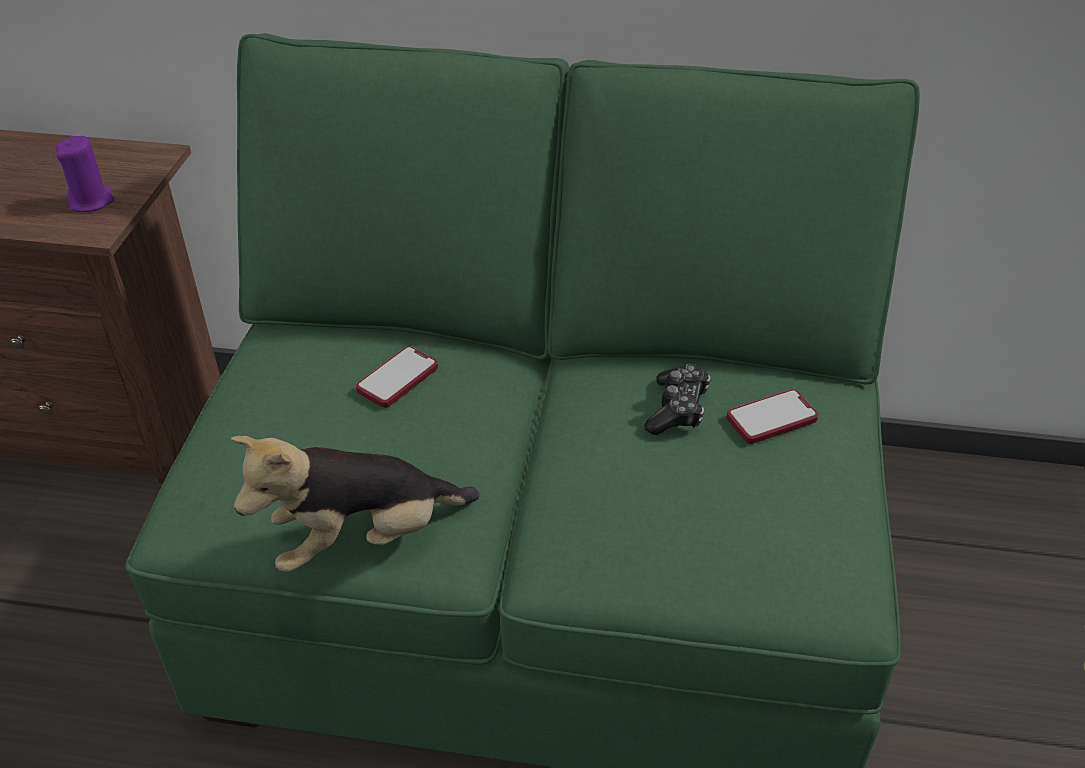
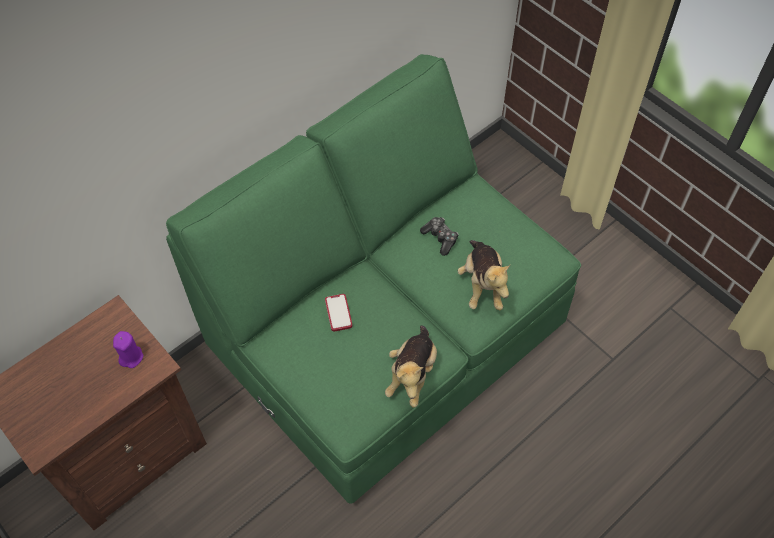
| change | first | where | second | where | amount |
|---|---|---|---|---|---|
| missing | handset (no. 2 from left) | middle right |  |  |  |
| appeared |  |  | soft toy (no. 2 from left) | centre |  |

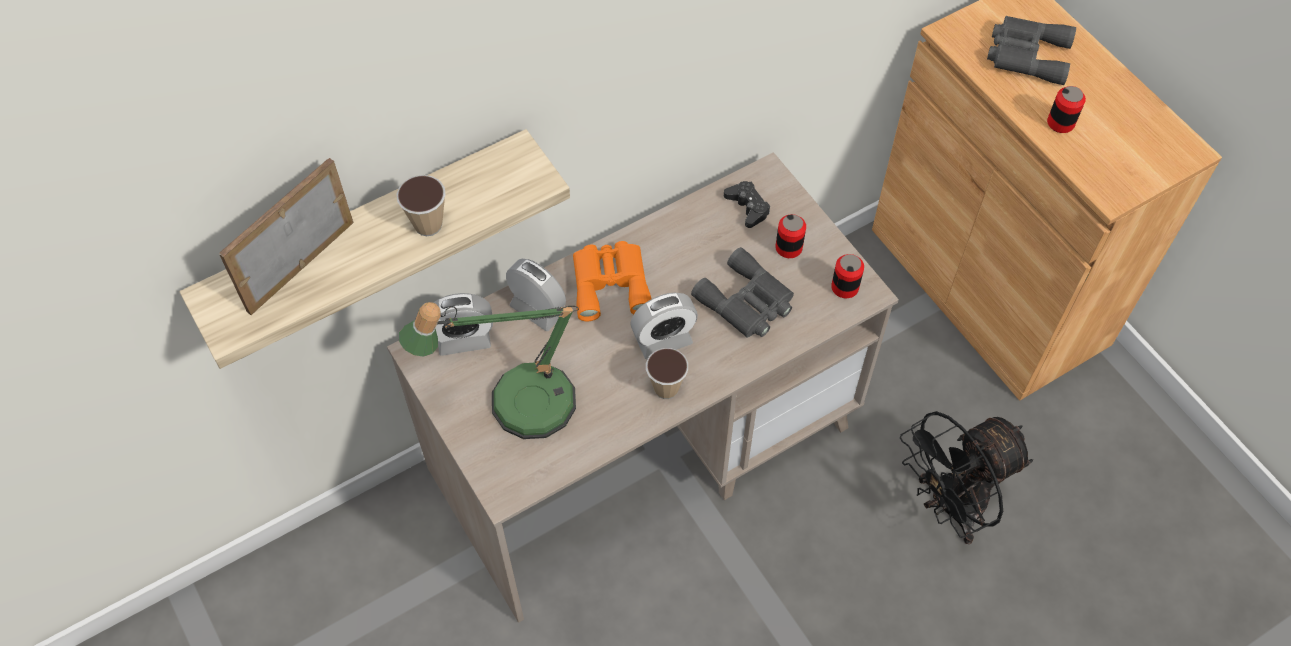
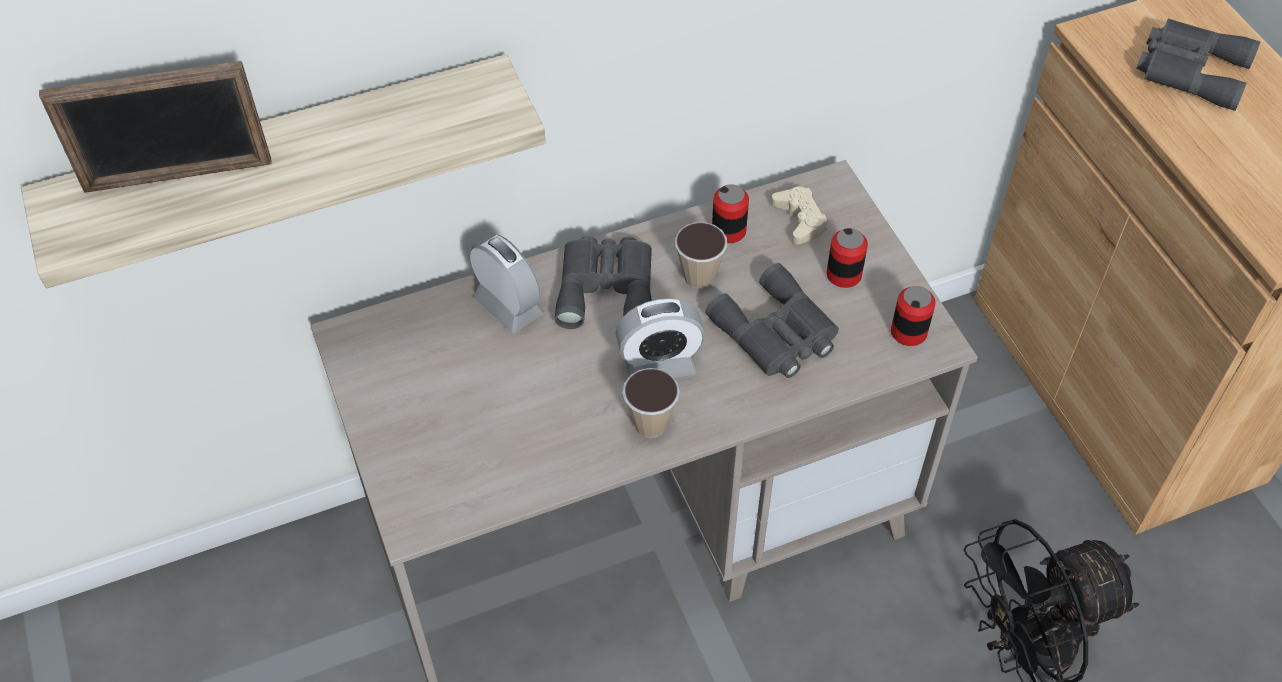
| change | first | where | second | where | amount |
|---|---|---|---|---|---|
| relocated | metal can (no. 3 from left in the first image) | top right | metal can (no. 1 from left) | top centre |  |
| spun | standing frame | middle left |  | top left | 150 degrees counterclockwise |
| relocated | cup (no. 1 from left in the first image) | top left | cup (no. 2 from left) | centre |  |
| colour | black-coloured game controller | top centre | sand-coloured game controller | top centre |  |
| colour | orange pair of binoculars | centre | gray pair of binoculars (no. 1 from left) | centre |  |
| missing | table clock (no. 1 from left) | centre |  |  |  |
| missing | tabletop lamp | centre |  |  |  |

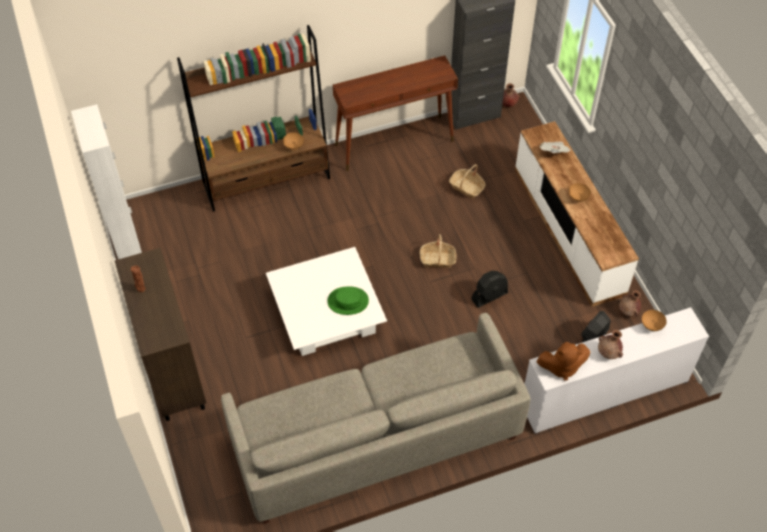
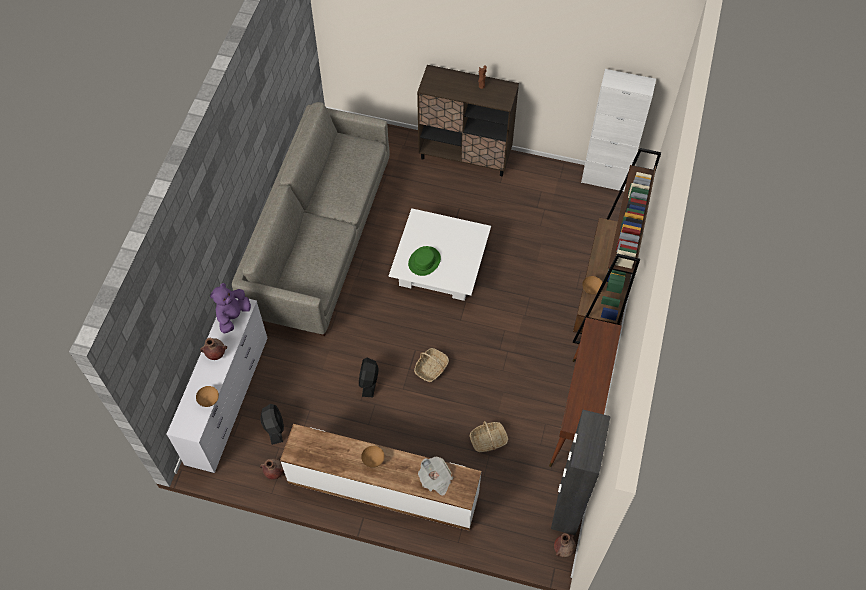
| change | first | where | second | where | amount |
|---|---|---|---|---|---|
| colour | brown-coloured soft toy | bottom right | purplish soft toy | middle left |  |

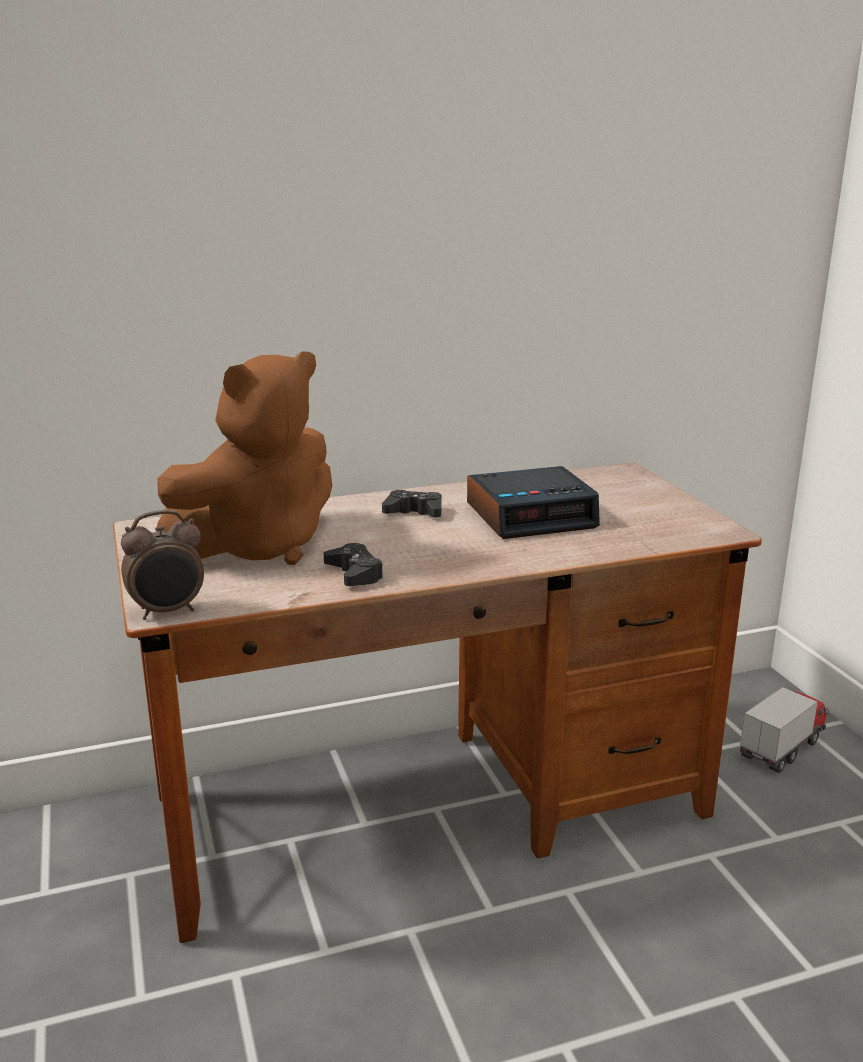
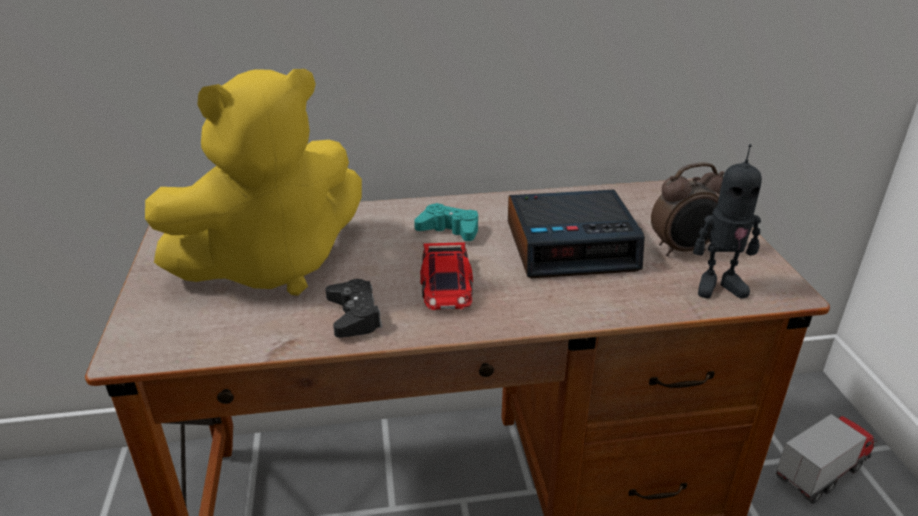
| change | first | where | second | where | amount |
|---|---|---|---|---|---|
| colour | brown-coloured soft toy | middle left | yellow soft toy | middle left |  |
| colour | black-coloured game controller (no. 2 from left) | centre | turquoise game controller | centre |  |
| relocated | table clock (no. 1 from left in the first image) | middle left | table clock (no. 2 from left) | middle right |  |
| appeared |  |  | model robot | middle right |  |
| appeared |  |  | miniature car | centre |  |

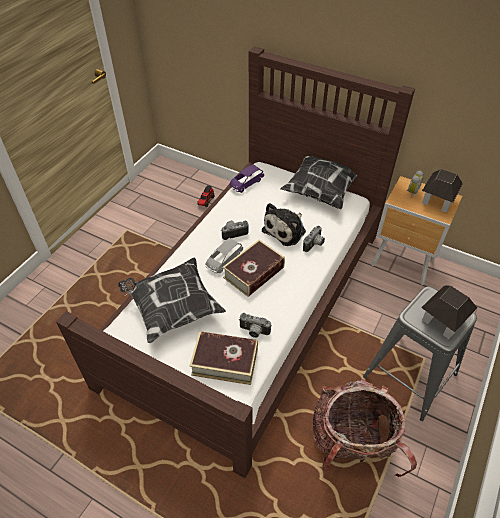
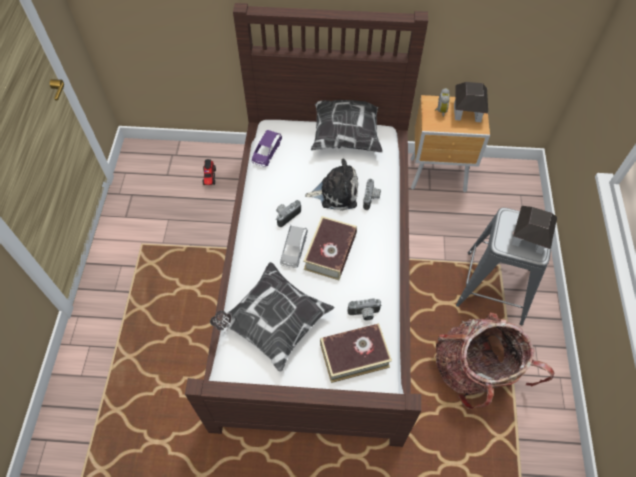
| change | first | where | second | where | amount |
|---|---|---|---|---|---|
| spun | soft toy | centre |  | centre | 105 degrees counterclockwise |

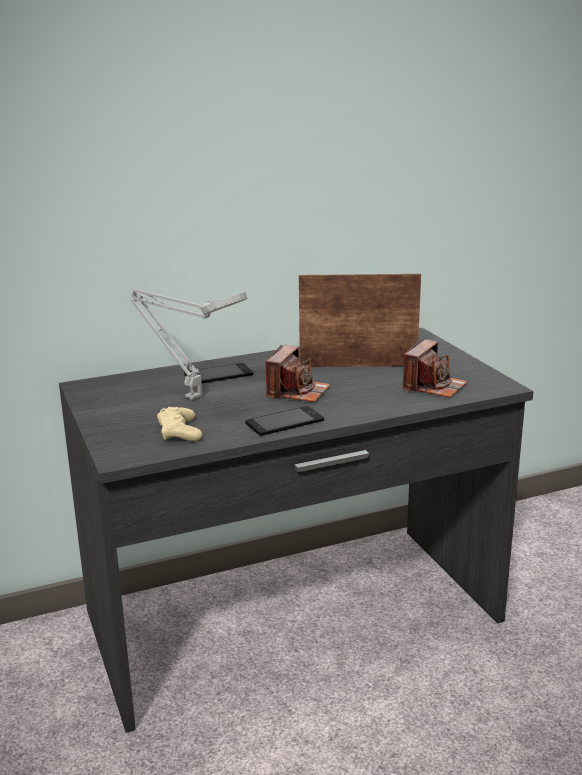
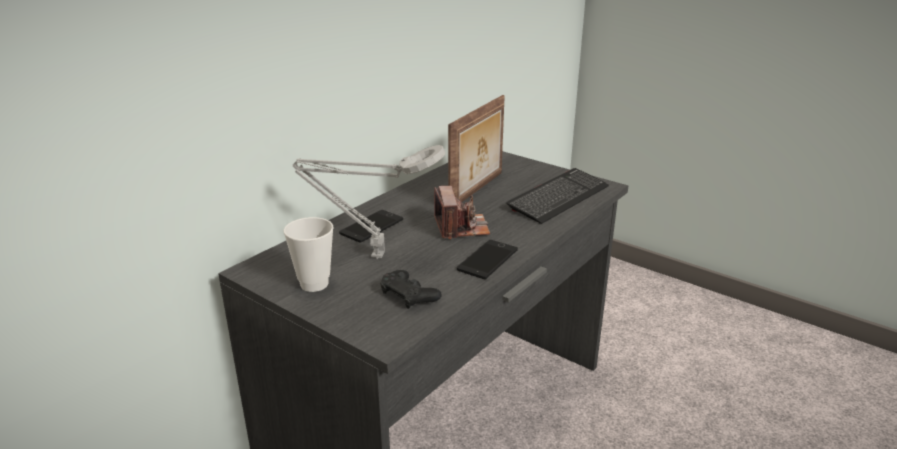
| change | first | where | second | where | amount |
|---|---|---|---|---|---|
| spun | standing frame | centre |  | top centre | 150 degrees clockwise |
| exchanged | still camera (no. 2 from left) | middle right | keyboard | centre |  |
| colour | sand-coloured game controller | middle left | black-coloured game controller | centre |  |
| appeared |  |  | cup | centre |  |

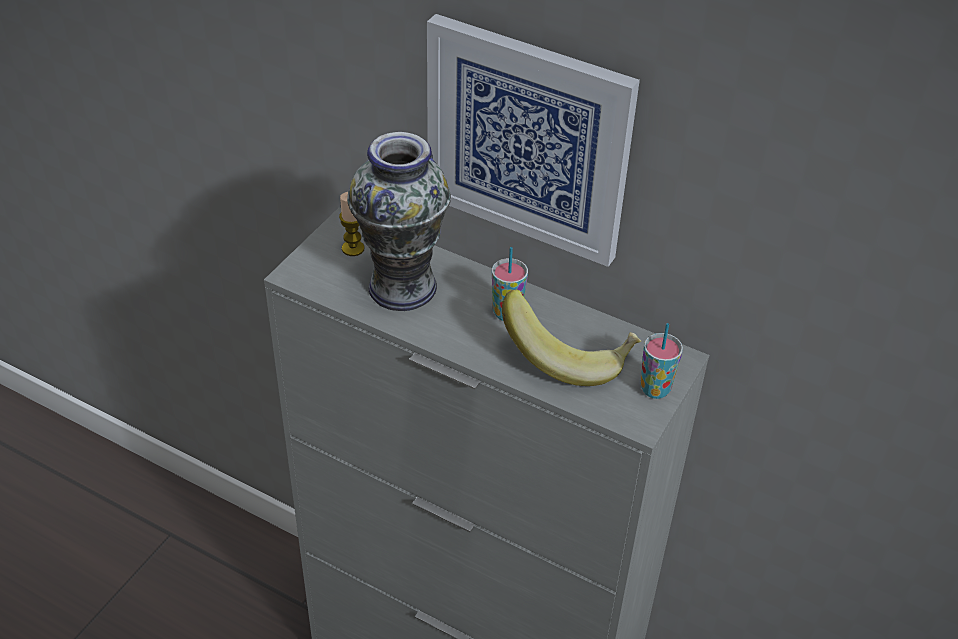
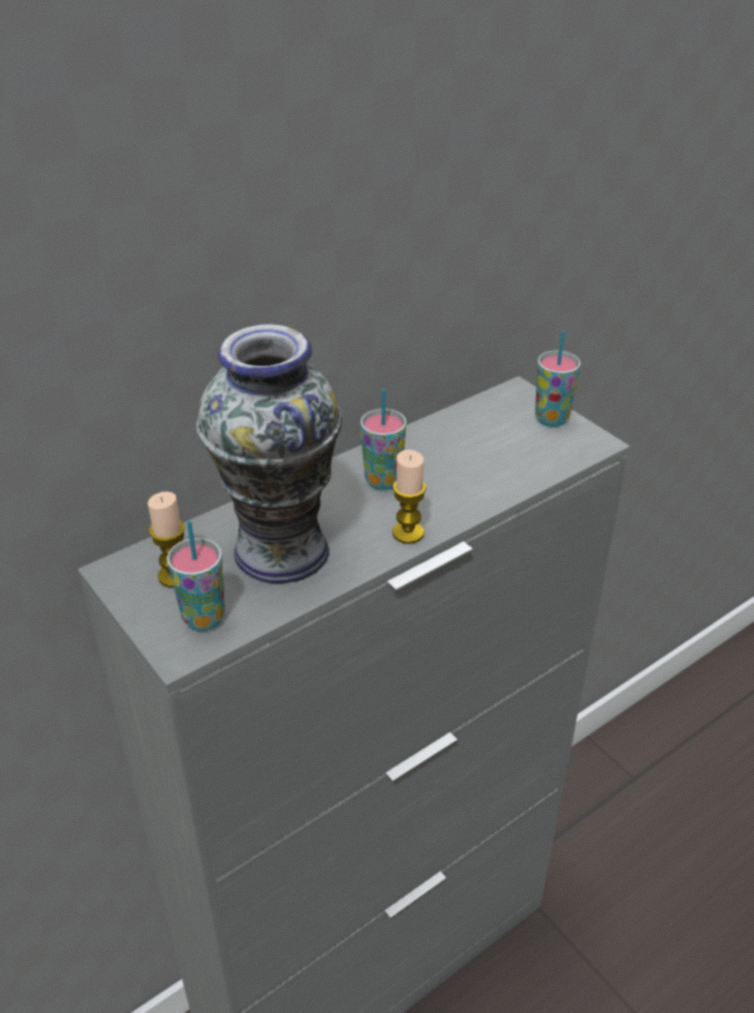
| change | first | where | second | where | amount |
|---|---|---|---|---|---|
| missing | wall picture | top centre |  |  |  |
| missing | whole banana | centre |  |  |  |
| appeared |  |  | wax light (no. 2 from left) | centre |  |
| appeared |  |  | cup (no. 1 from left) | middle left |  |

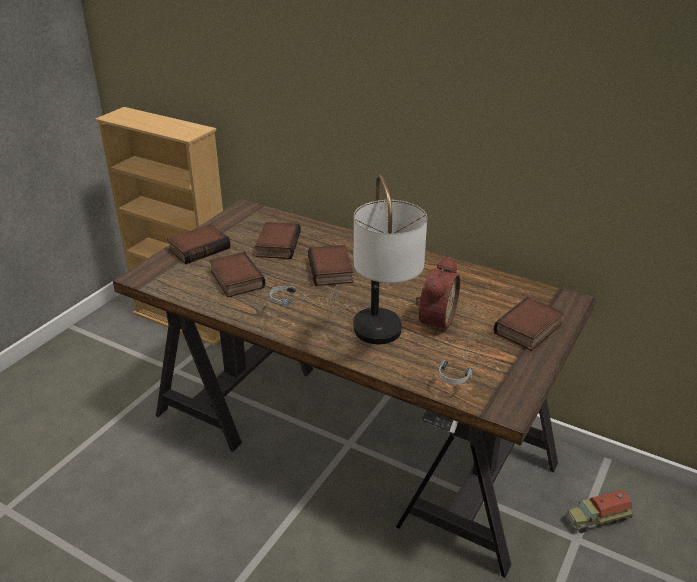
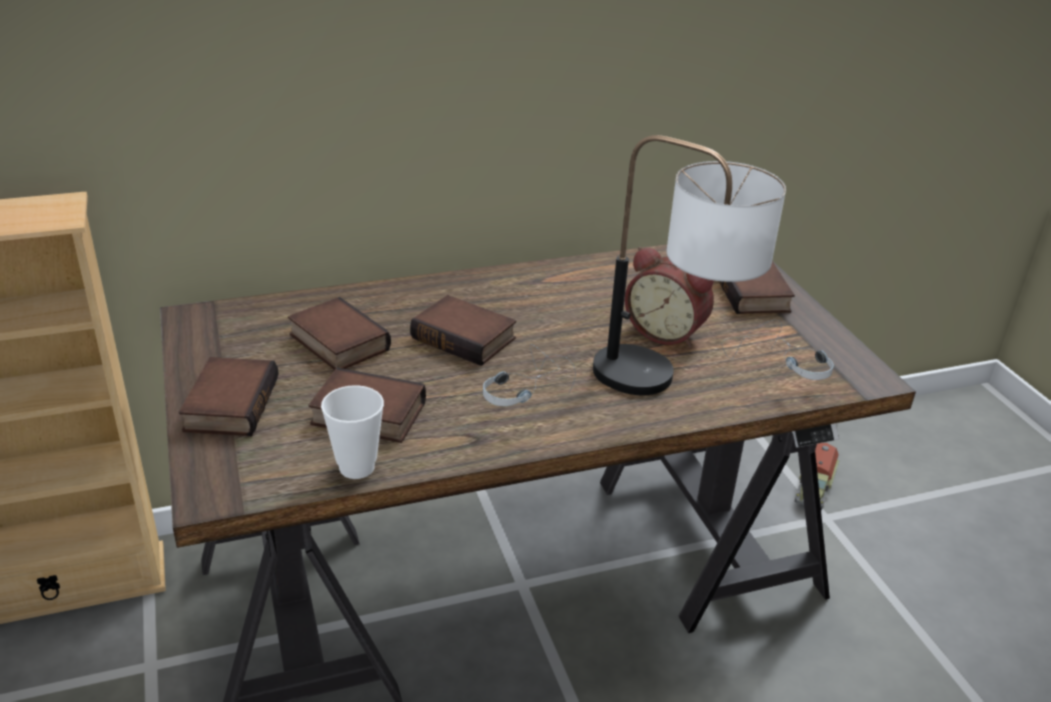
| change | first | where | second | where | amount |
|---|---|---|---|---|---|
| spun | table clock | centre |  | centre | 150 degrees clockwise |
| appeared |  |  | cup | centre |  |

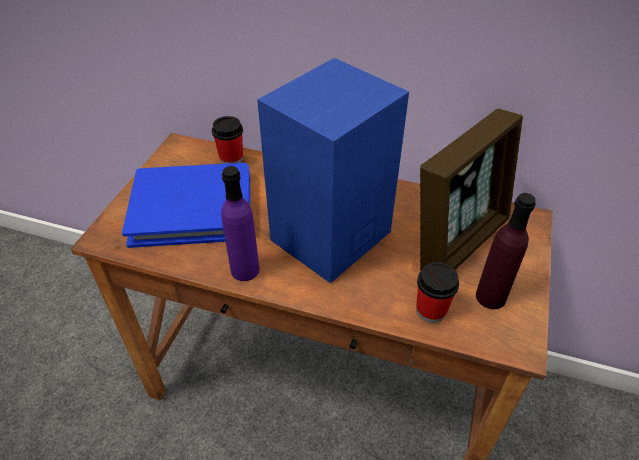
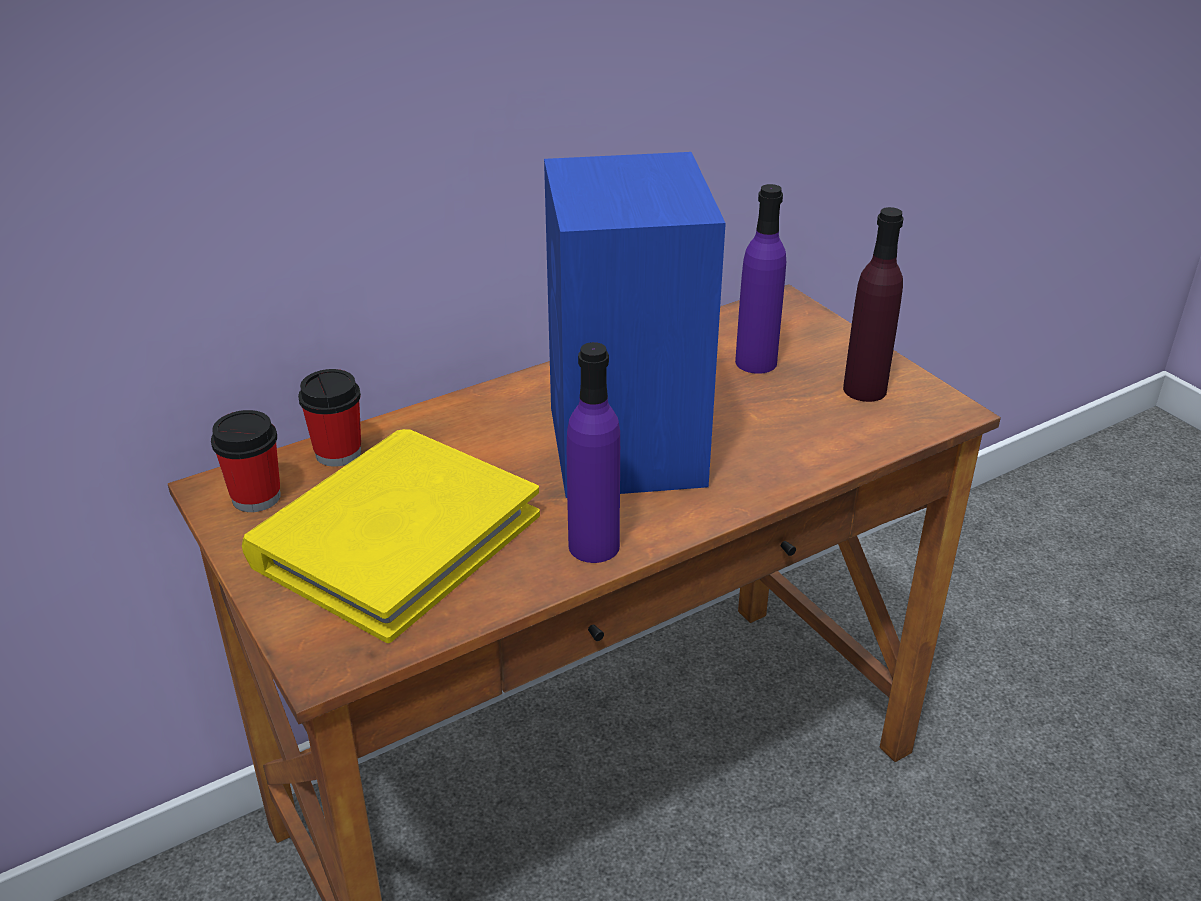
| change | first | where | second | where | amount |
|---|---|---|---|---|---|
| exchanged | standing frame | middle right | purplish drink bottle (no. 2 from left) | top centre |  |
| colour | blue-coloured bound book | middle left | yellow bound book | middle left |  |
| relocated | cup (no. 2 from left in the first image) | middle right | cup (no. 1 from left) | middle left |  |

